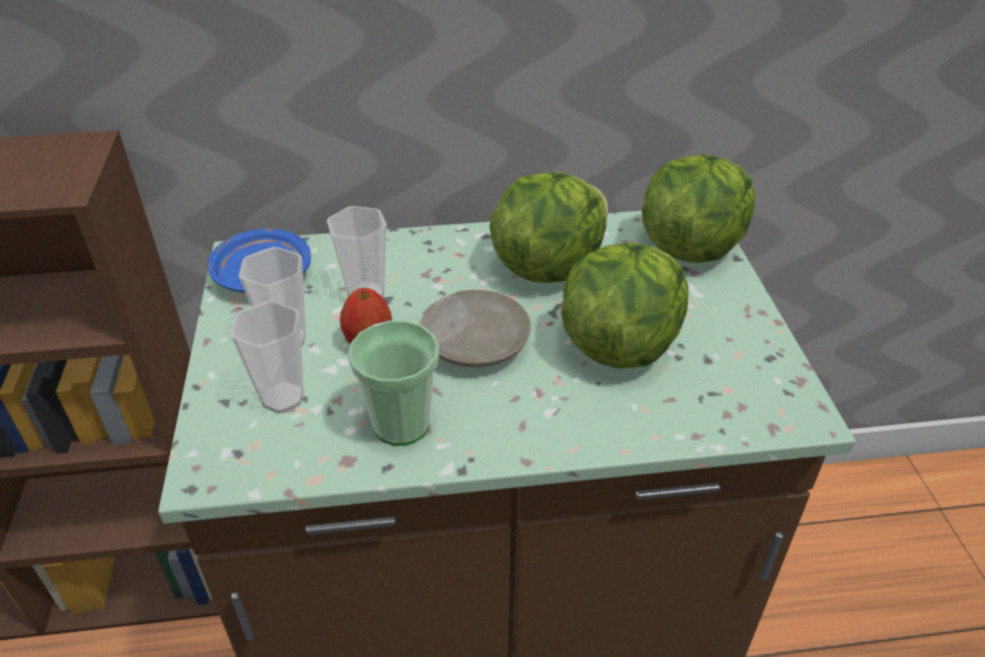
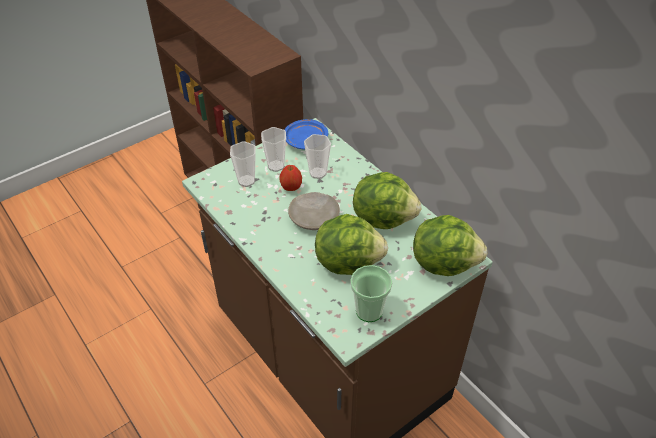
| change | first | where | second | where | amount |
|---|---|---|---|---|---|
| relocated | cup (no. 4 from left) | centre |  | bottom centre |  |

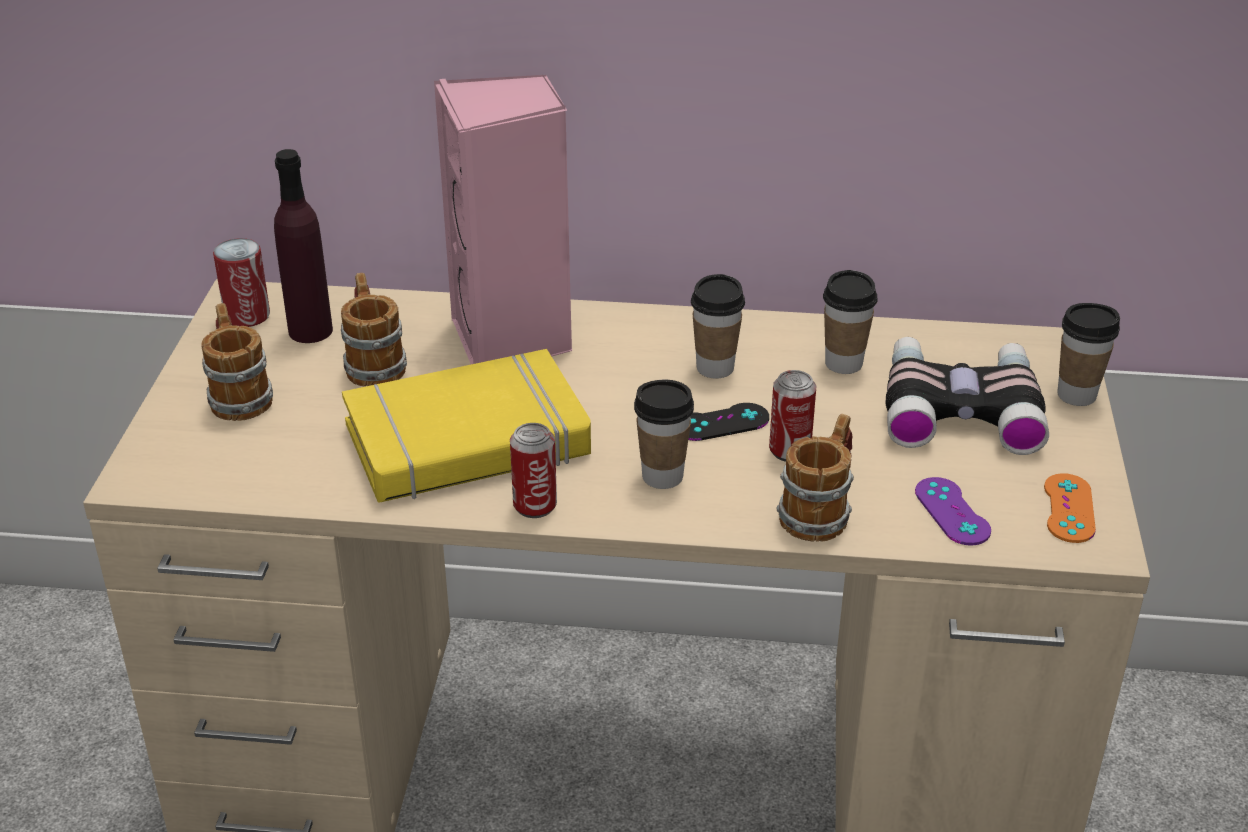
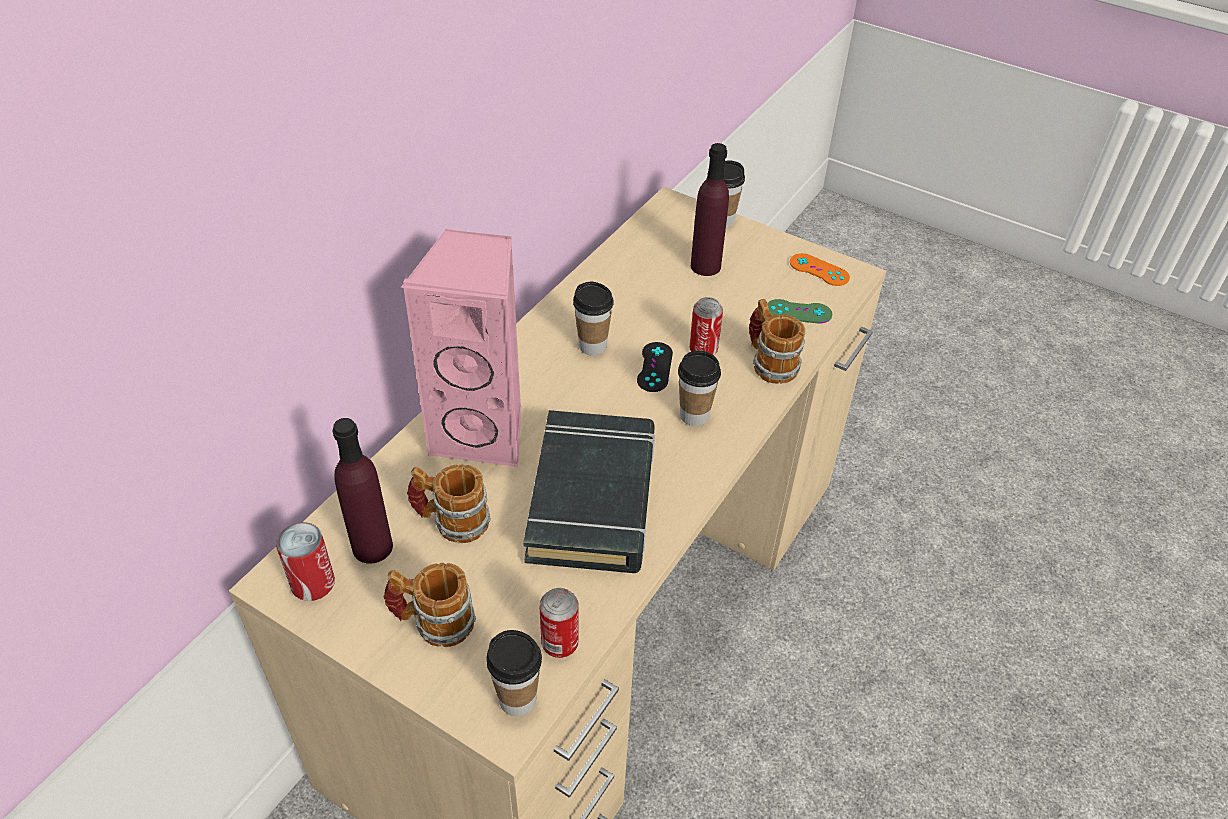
| change | first | where | second | where | amount |
|---|---|---|---|---|---|
| relocated | cup (no. 3 from left in the first image) | middle right | cup (no. 1 from left) | bottom centre |  |
| exchanged | pair of binoculars | middle right | purplish drink bottle (no. 2 from left) | top centre |  |
| colour | yellow bound book | centre | black-coloured bound book | centre |  |
| relocated | metal can (no. 2 from left) | centre |  | bottom centre |  |
| colour | purplish game controller | middle right | green game controller | centre |  |

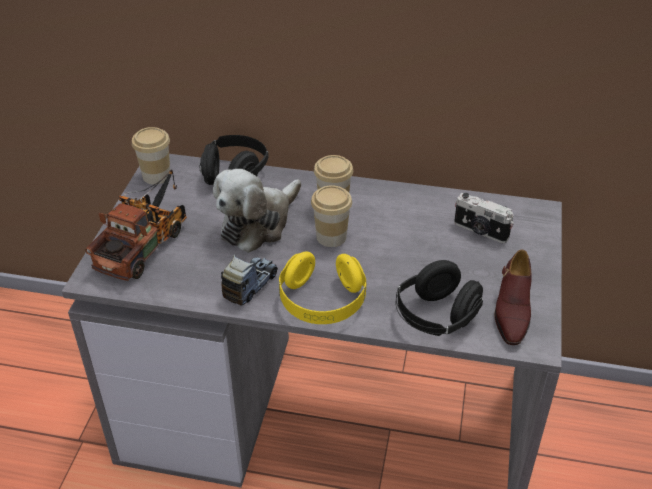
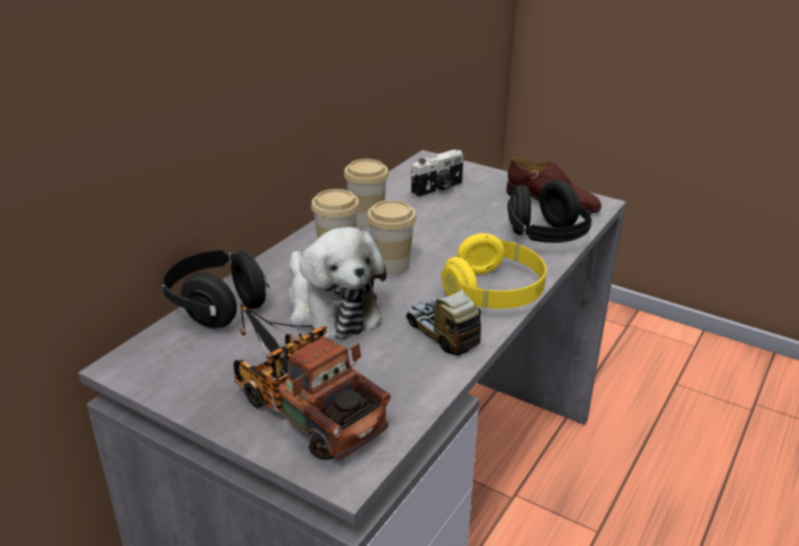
| change | first | where | second | where | amount |
|---|---|---|---|---|---|
| relocated | cup (no. 1 from left in the first image) | top left | cup (no. 2 from left) | centre |  |

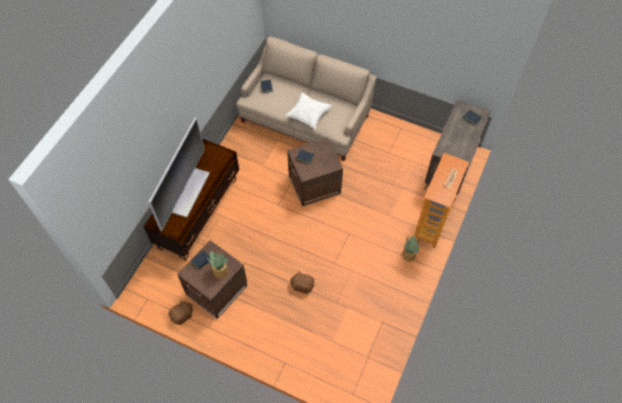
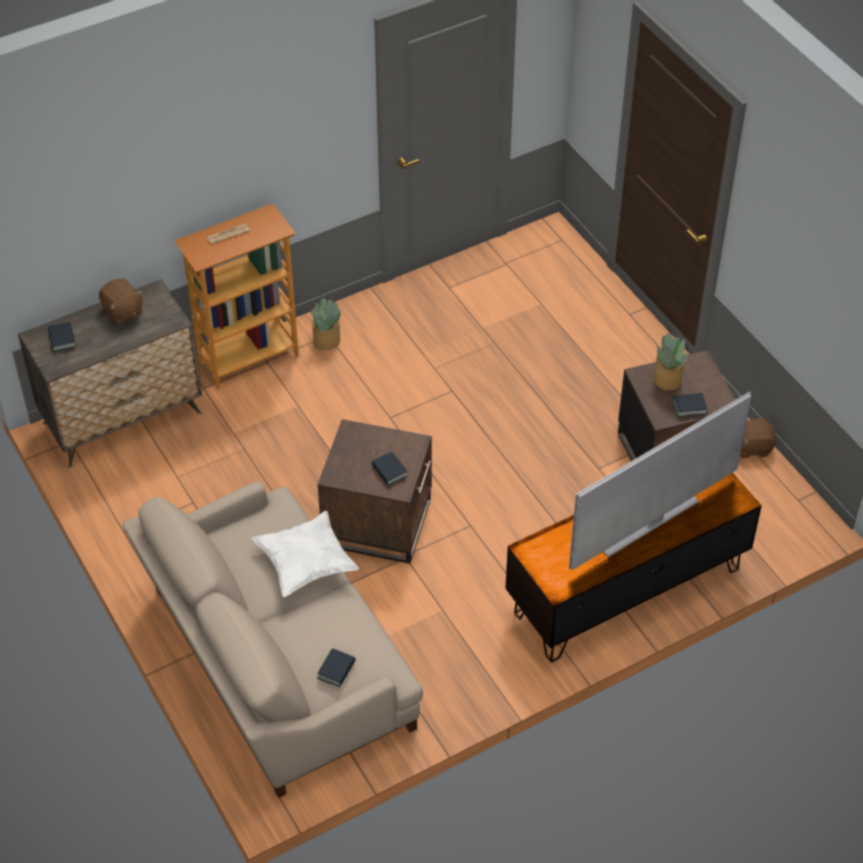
| change | first | where | second | where | amount |
|---|---|---|---|---|---|
| relocated | brown-coloured soft toy (no. 2 from left in the first image) | bottom centre | brown-coloured soft toy (no. 1 from left) | middle left |  |

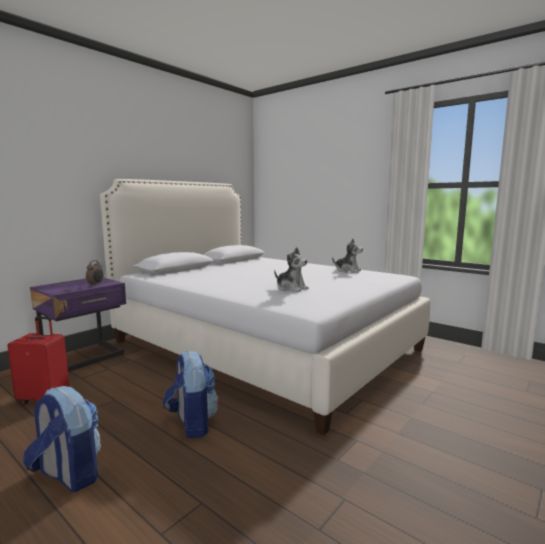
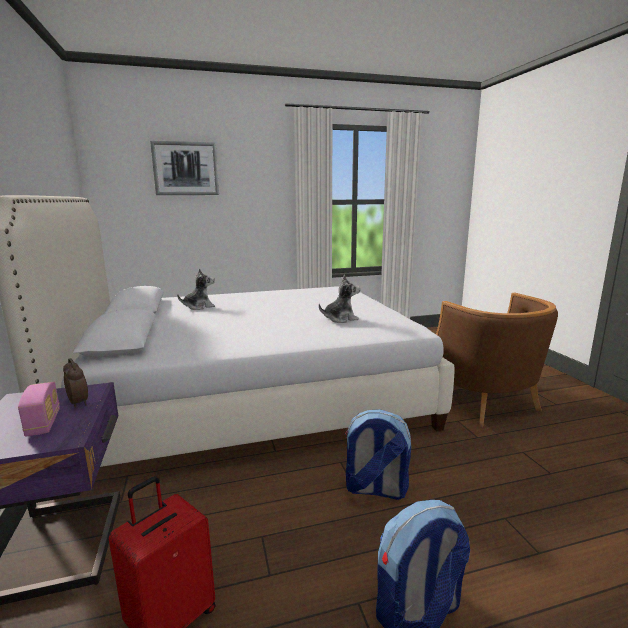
| change | first | where | second | where | amount |
|---|---|---|---|---|---|
| relocated | soft toy (no. 2 from left in the first image) | centre | soft toy (no. 1 from left) | middle left |  |
| appeared |  |  | wall picture | top left |  |
| appeared |  |  | brown-coloured lounge chair | middle right |  |
| appeared |  |  | radio | middle left |  |

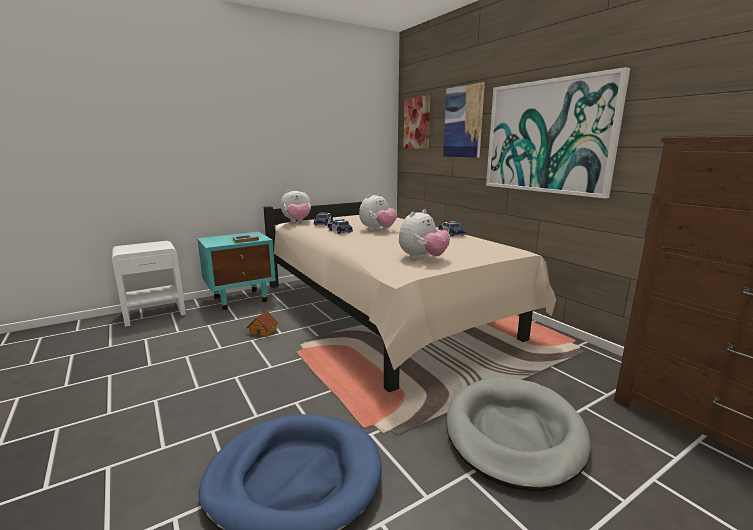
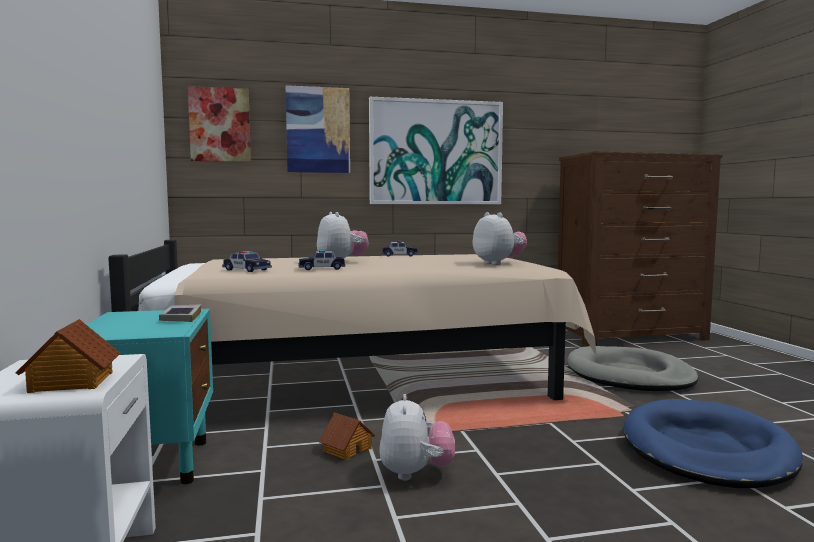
| change | first | where | second | where | amount |
|---|---|---|---|---|---|
| relocated | soft toy (no. 1 from left in the first image) | centre | soft toy (no. 2 from left) | bottom centre |  |
| appeared |  |  | model house (no. 1 from left) | middle left |  |

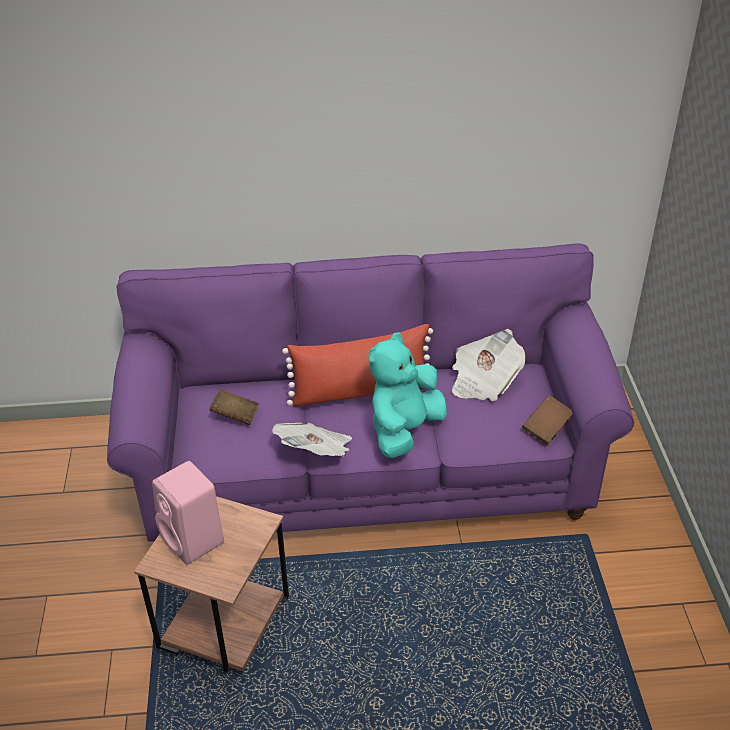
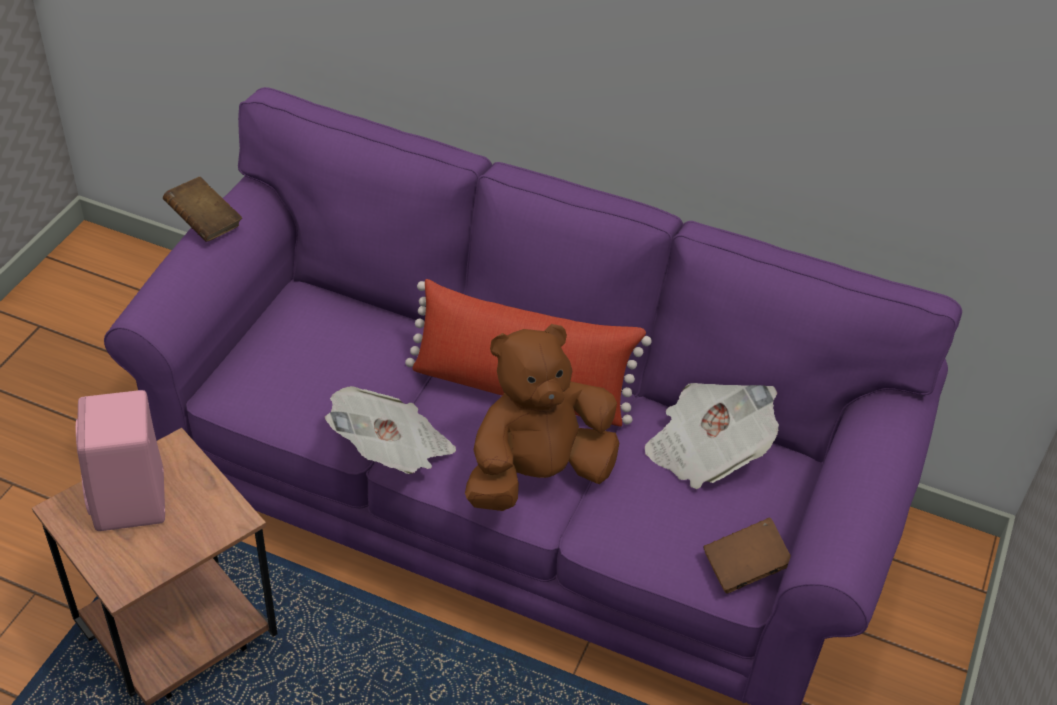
| change | first | where | second | where | amount |
|---|---|---|---|---|---|
| colour | turquoise soft toy | centre | brown-coloured soft toy | centre |  |
| relocated | brown-coloured bound book (no. 1 from left) | middle left |  | top left |  |

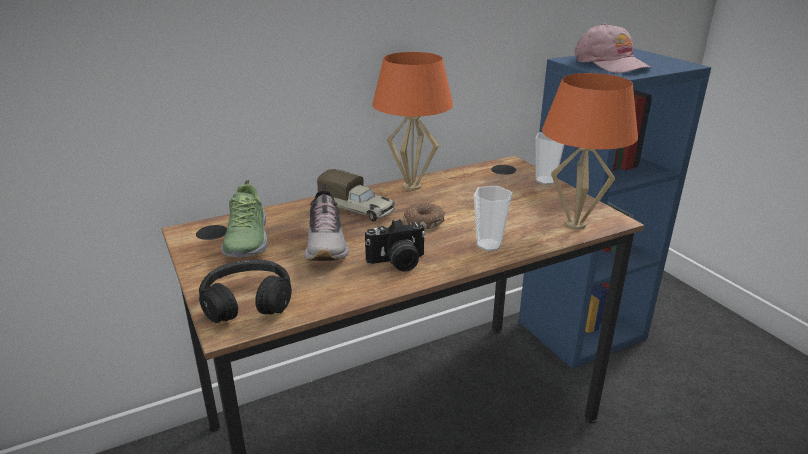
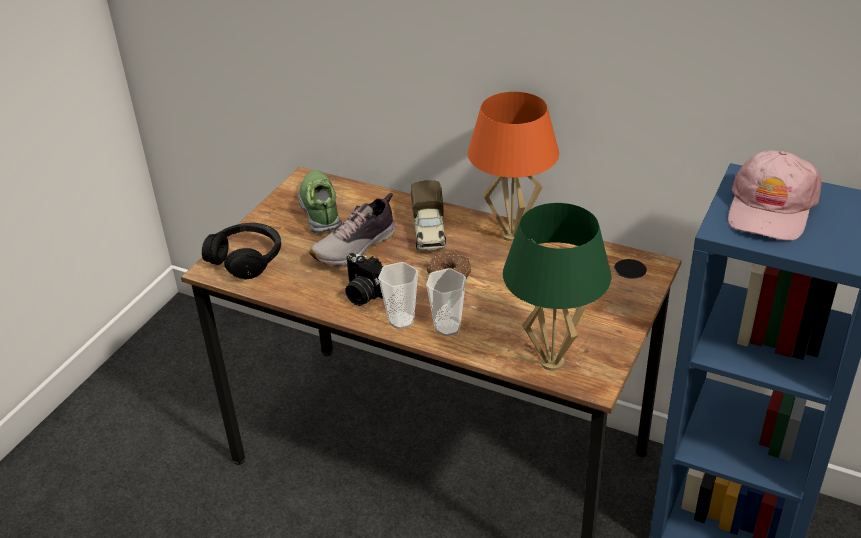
| change | first | where | second | where | amount |
|---|---|---|---|---|---|
| colour | orange tabletop lamp (no. 2 from left) | top right | green tabletop lamp | centre |  |
| relocated | cup (no. 2 from left in the first image) | middle right | cup (no. 1 from left) | centre |  |
| spun | shoe (no. 1 from left) | middle left |  | centre | 120 degrees clockwise |

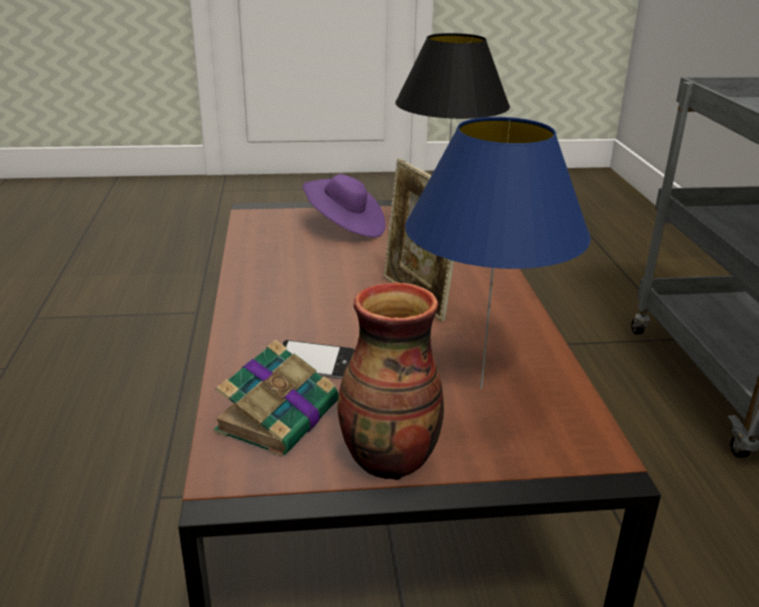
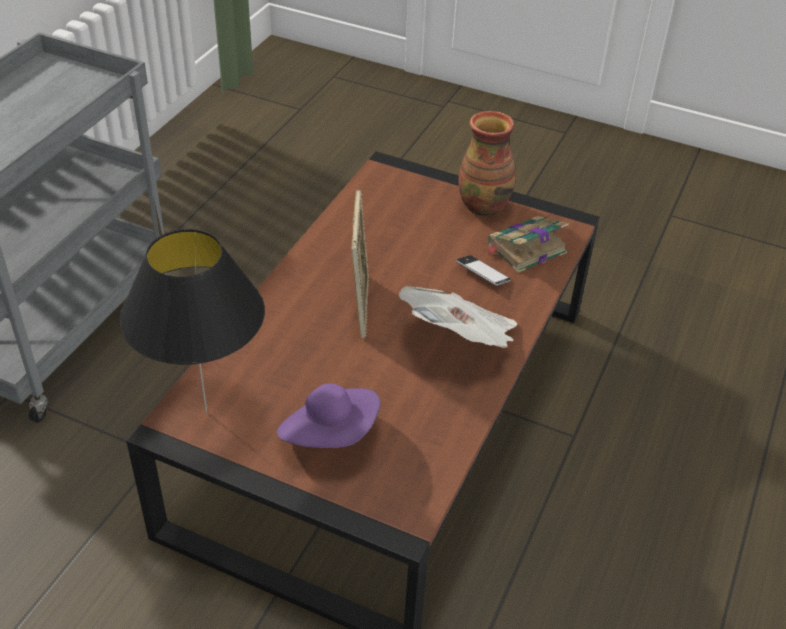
| change | first | where | second | where | amount |
|---|---|---|---|---|---|
| missing | blue-coloured tabletop lamp | centre |  |  |  |
| appeared |  |  | printed paper | centre |  |

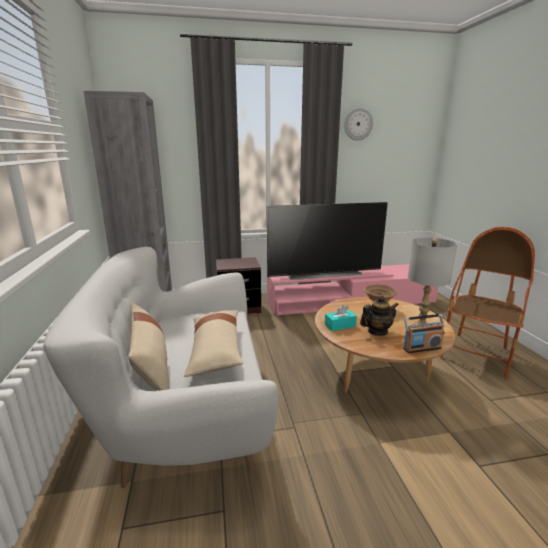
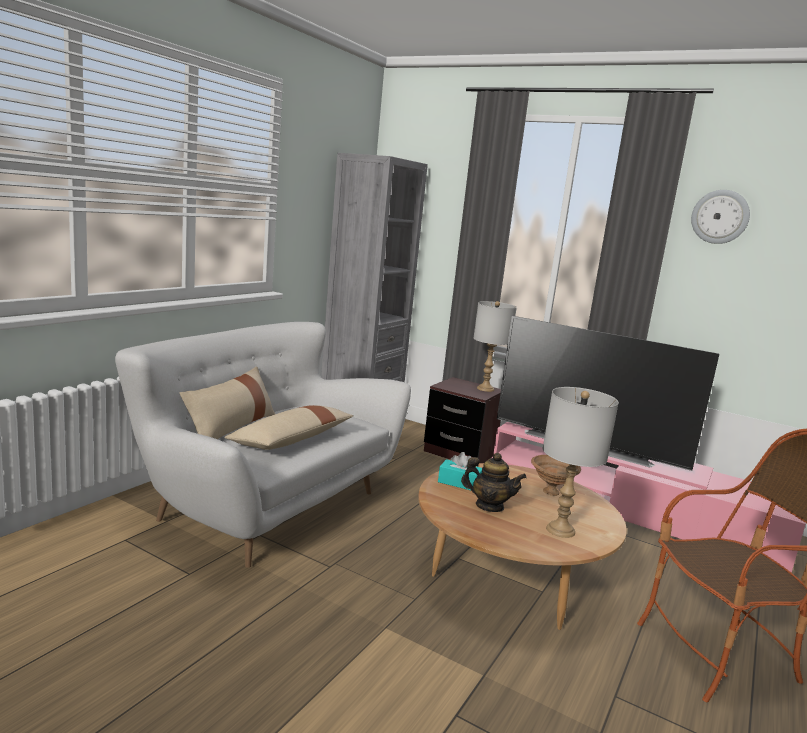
| change | first | where | second | where | amount |
|---|---|---|---|---|---|
| missing | radio | middle right |  |  |  |
| appeared |  |  | gray tabletop lamp (no. 1 from left) | centre |  |

